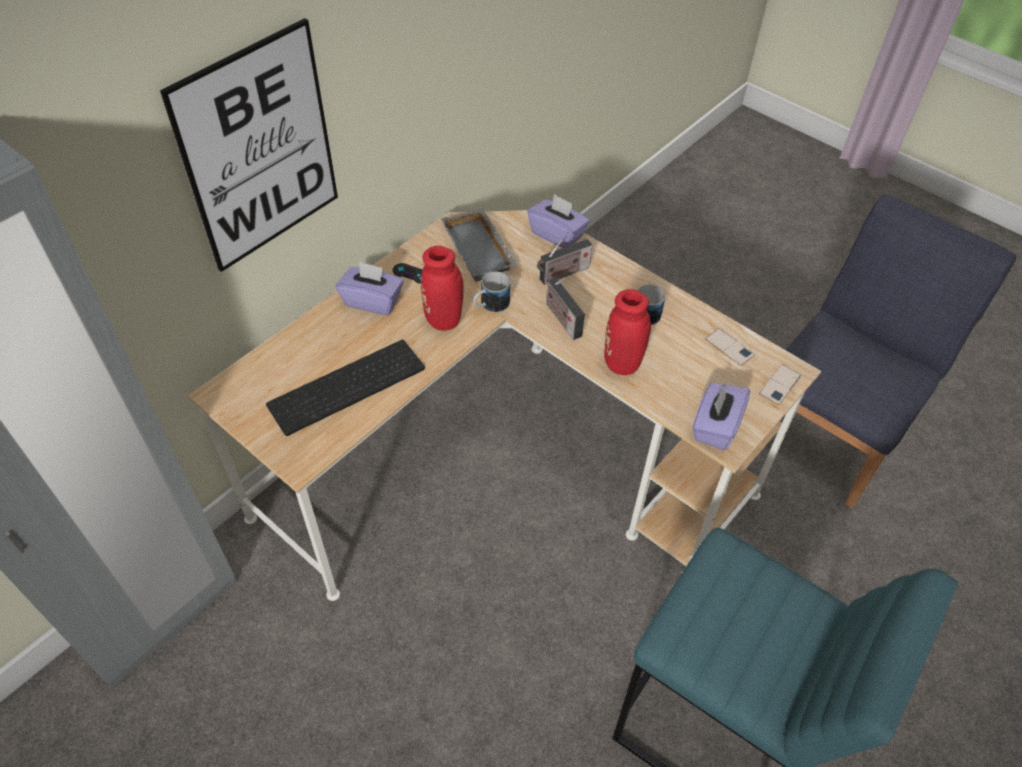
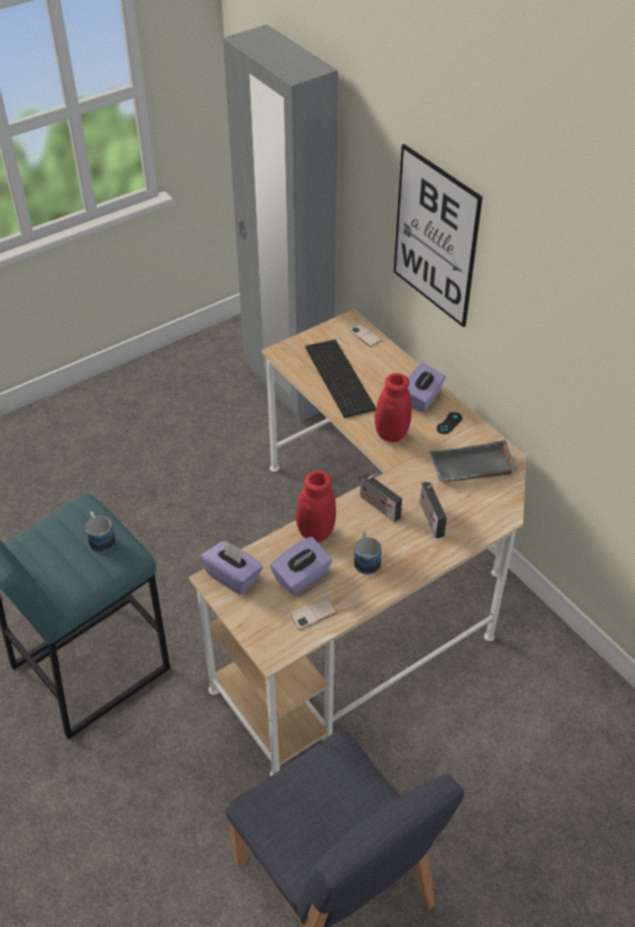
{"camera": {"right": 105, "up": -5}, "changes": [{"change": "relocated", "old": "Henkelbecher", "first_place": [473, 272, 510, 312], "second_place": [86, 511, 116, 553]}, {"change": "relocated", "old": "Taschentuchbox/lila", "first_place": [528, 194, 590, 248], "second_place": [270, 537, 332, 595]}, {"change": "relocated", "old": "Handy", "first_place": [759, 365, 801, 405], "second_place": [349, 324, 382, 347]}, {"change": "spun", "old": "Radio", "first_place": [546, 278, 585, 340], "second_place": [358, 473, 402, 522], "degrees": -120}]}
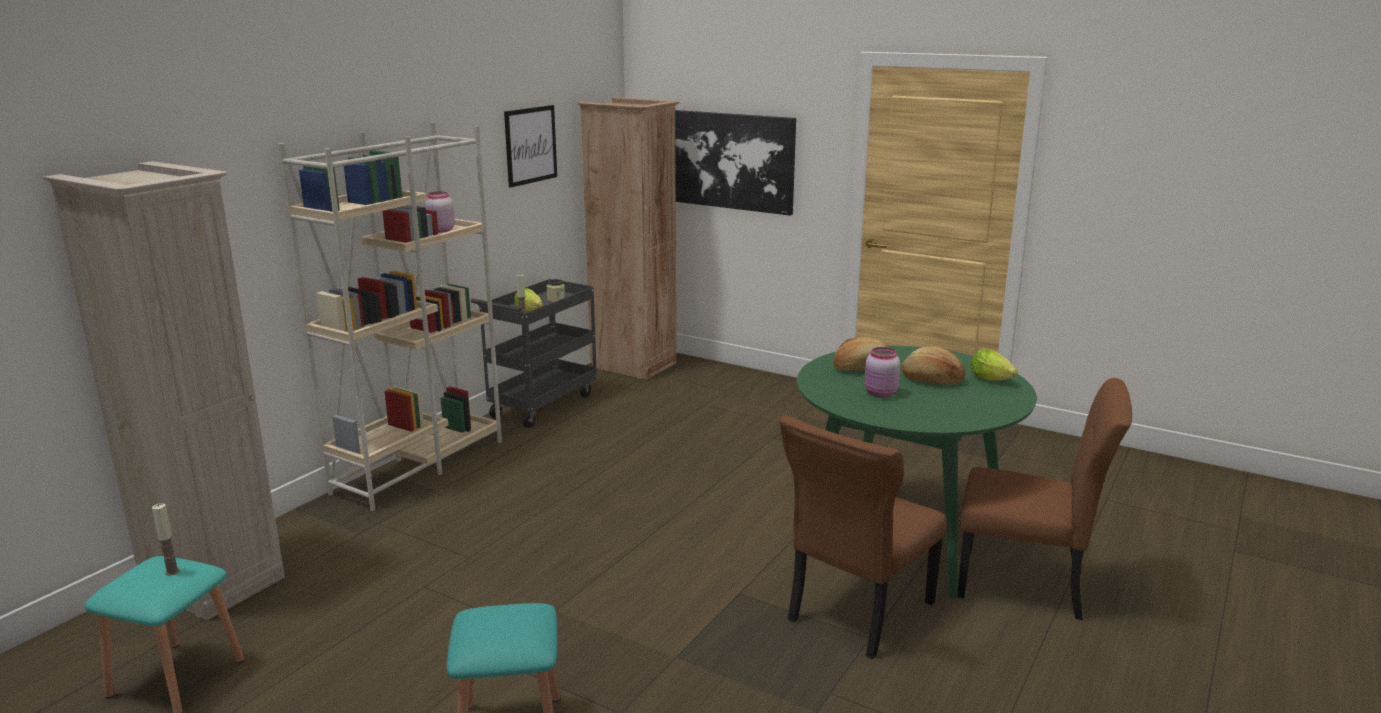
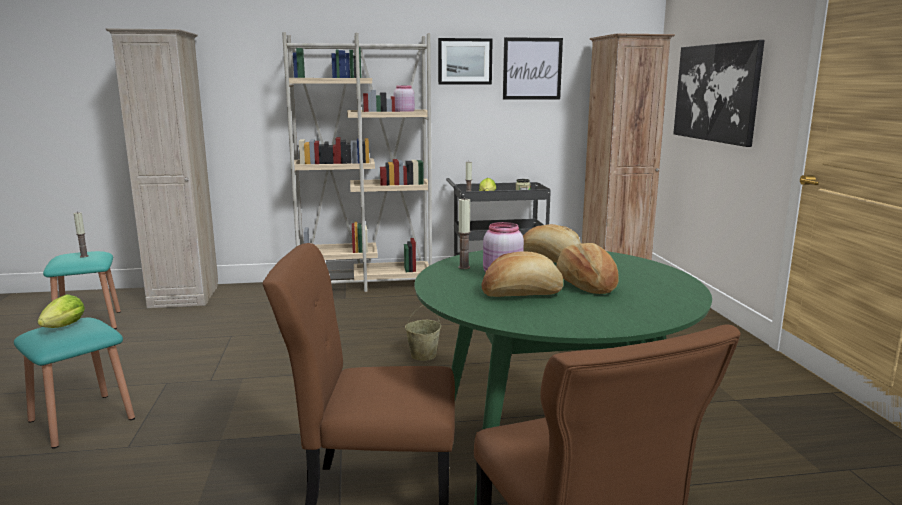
{"camera": {"right": 50, "up": -5}, "changes": [{"change": "appeared", "new": "Eimer/beige", "second_place": [405, 305, 441, 361]}, {"change": "appeared", "new": "Bild", "second_place": [438, 38, 493, 85]}, {"change": "appeared", "new": "Kerze", "second_place": [458, 197, 471, 269]}, {"change": "appeared", "new": "Brot", "second_place": [482, 251, 563, 297]}, {"change": "relocated", "old": "Salatkopf", "first_place": [971, 349, 1018, 381], "second_place": [37, 294, 85, 328]}]}
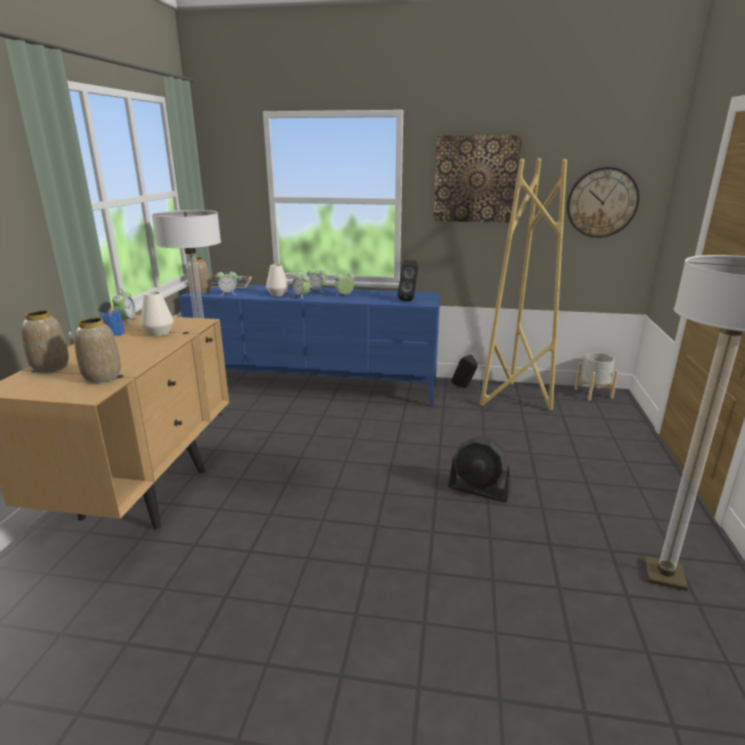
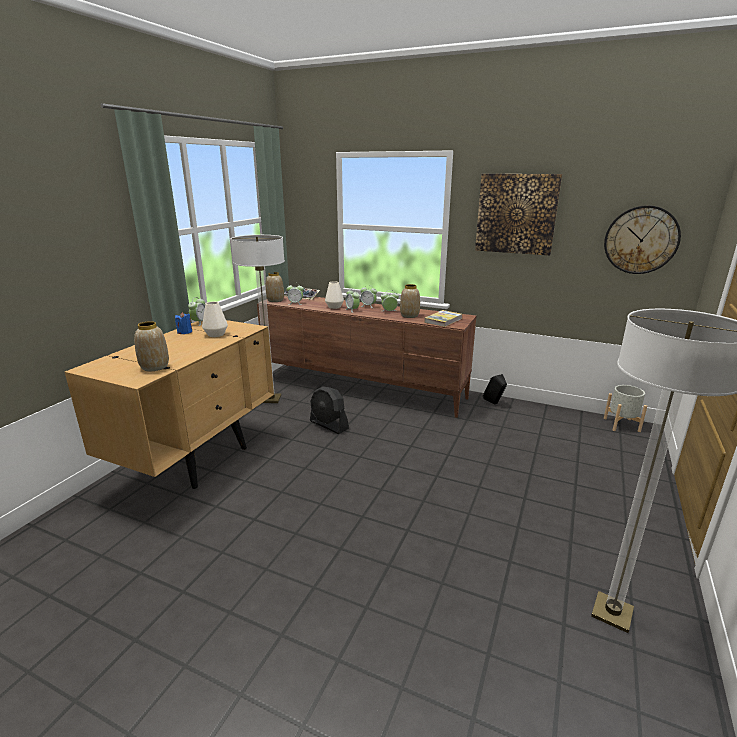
{"camera": {"right": 15, "up": 0}, "changes": [{"change": "missing", "old": "Kleiderständer/gelb", "first_place": [480, 158, 567, 411]}, {"change": "relocated", "old": "Vase", "first_place": [21, 310, 69, 373], "second_place": [400, 284, 420, 318]}, {"change": "relocated", "old": "Ventilator/schwarz", "first_place": [448, 437, 511, 502], "second_place": [310, 386, 349, 434]}, {"change": "exchanged", "old": "Lautsprecher/schwarz", "new": "Buch", "first_place": [398, 260, 418, 301], "second_place": [424, 310, 462, 327]}, {"change": "colour", "old": "Schrank/blau", "new": "Schrank/braun", "first_place": [179, 285, 441, 406], "second_place": [257, 296, 477, 418]}]}
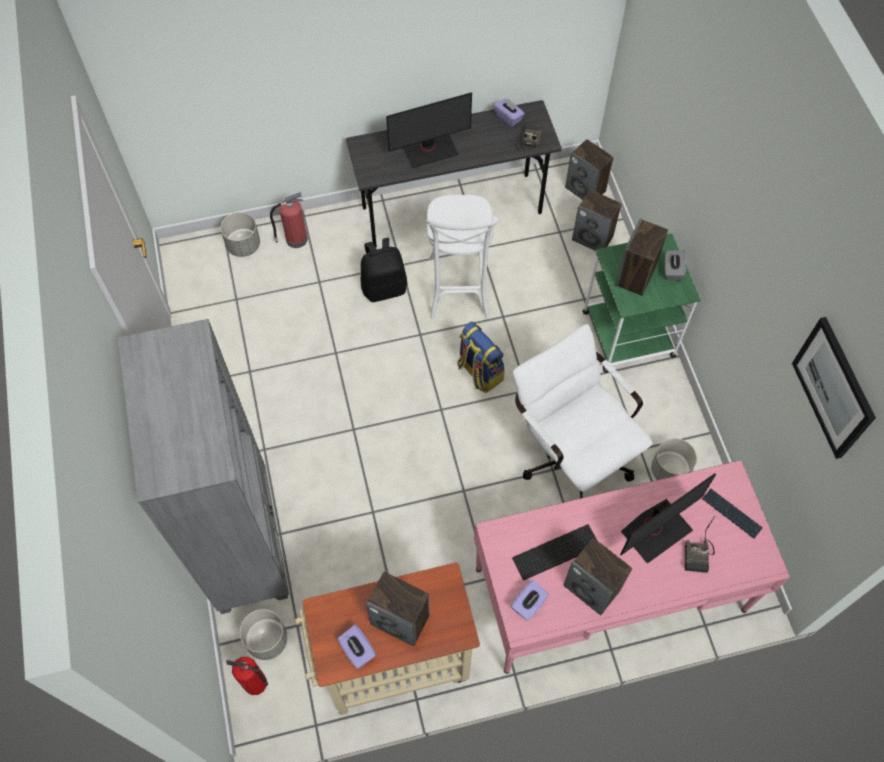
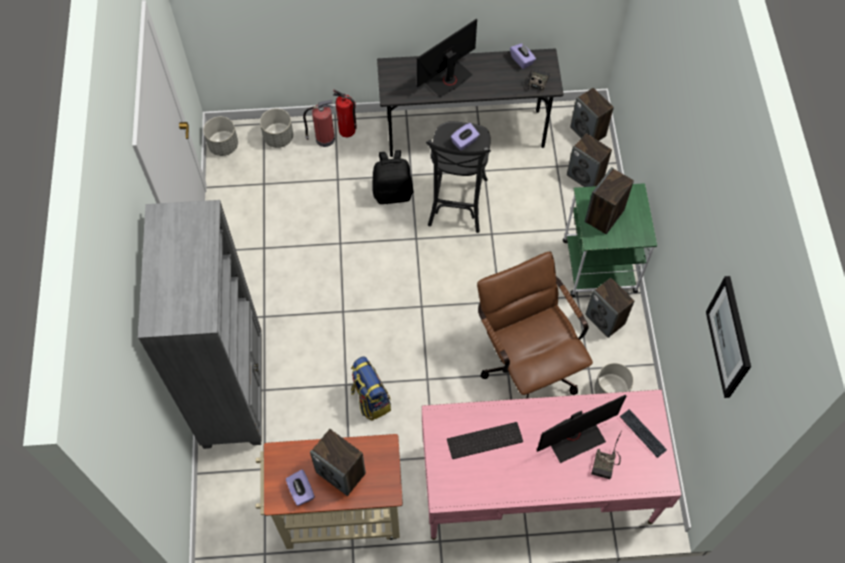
{"camera": {"right": 10, "up": 0}, "changes": [{"change": "missing", "old": "Taschentuchbox/grau", "first_place": [665, 250, 686, 281]}, {"change": "relocated", "old": "Feuerlöscher", "first_place": [226, 657, 268, 695], "second_place": [333, 90, 357, 137]}, {"change": "relocated", "old": "Pflanzkübel/grau", "first_place": [240, 609, 287, 660], "second_place": [203, 117, 238, 156]}, {"change": "relocated", "old": "Rucksack", "first_place": [457, 322, 505, 393], "second_place": [351, 356, 391, 421]}, {"change": "relocated", "old": "Taschentuchbox/lila", "first_place": [511, 580, 549, 621], "second_place": [451, 123, 480, 151]}, {"change": "relocated", "old": "Lautsprecher", "first_place": [564, 538, 632, 615], "second_place": [585, 278, 634, 338]}, {"change": "colour", "old": "Hocker/weiß", "new": "Hocker/schwarz", "first_place": [425, 195, 501, 319], "second_place": [426, 121, 491, 233]}, {"change": "colour", "old": "Bürostuhl/weiß", "new": "Bürostuhl/braun", "first_place": [513, 324, 653, 498], "second_place": [477, 252, 593, 399]}, {"change": "spun", "old": "Monitor", "first_place": [386, 92, 472, 168], "second_place": [417, 18, 477, 97], "degrees": 150}]}
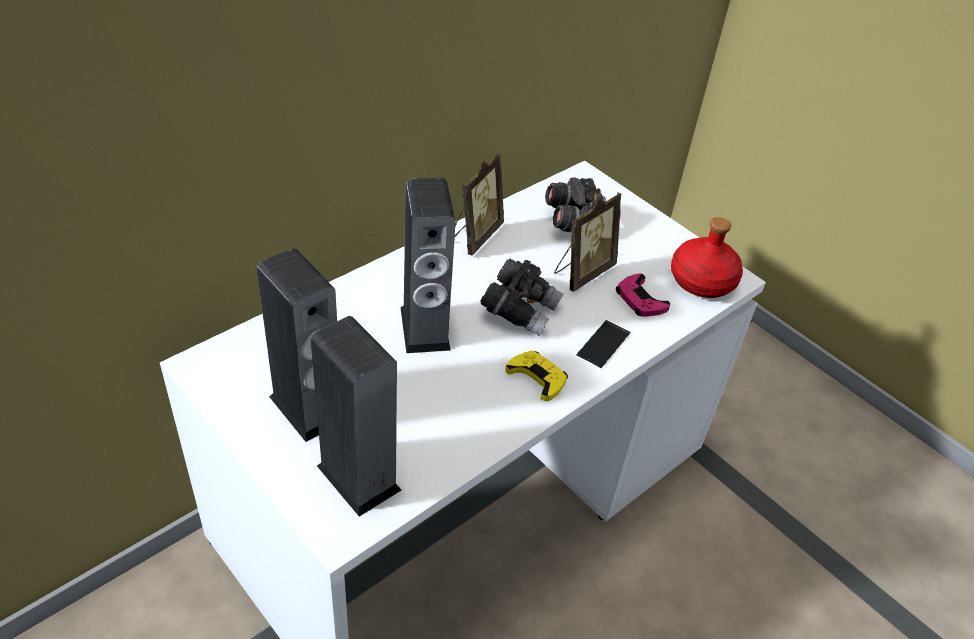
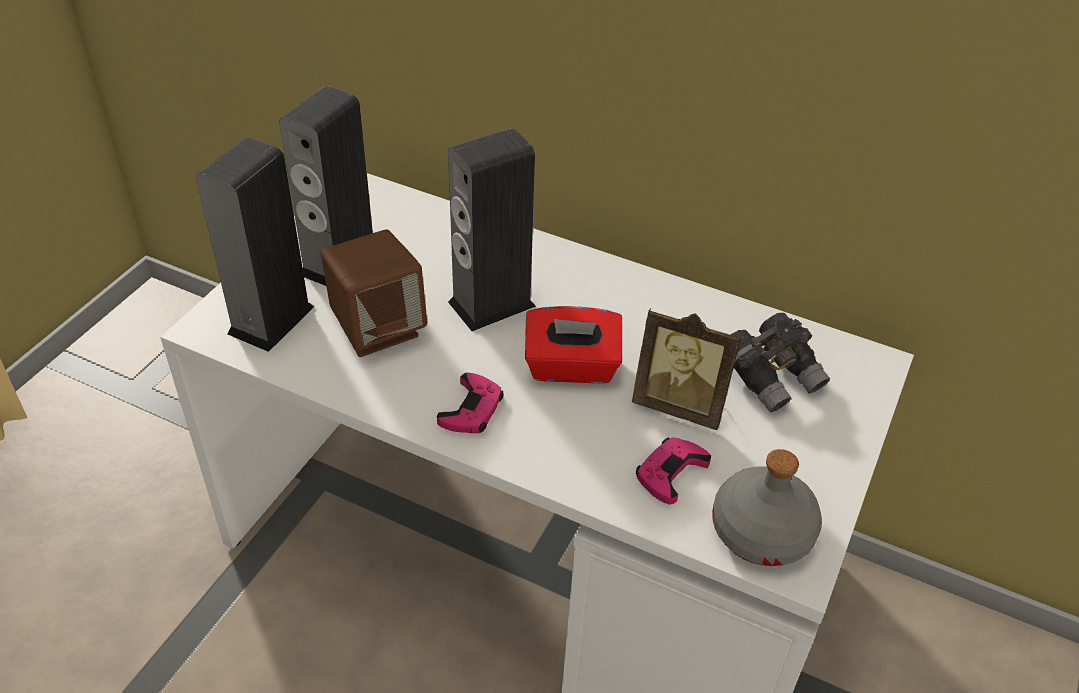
{"camera": {"right": 70, "up": 0}, "changes": [{"change": "missing", "old": "Bilderrahmen", "first_place": [455, 153, 504, 255]}, {"change": "missing", "old": "Handy", "first_place": [576, 320, 630, 368]}, {"change": "appeared", "new": "Lautsprecher/braun", "second_place": [321, 229, 427, 357]}, {"change": "exchanged", "old": "Fernglas/grau", "new": "Taschentuchbox/rot", "first_place": [481, 259, 564, 336], "second_place": [525, 306, 622, 384]}, {"change": "colour", "old": "Gamepad/gelb", "new": "Gamepad/rosa", "first_place": [505, 351, 568, 401], "second_place": [437, 373, 504, 433]}, {"change": "colour", "old": "Flasche/rot", "new": "Flasche/grau", "first_place": [671, 217, 743, 298], "second_place": [713, 449, 822, 566]}]}
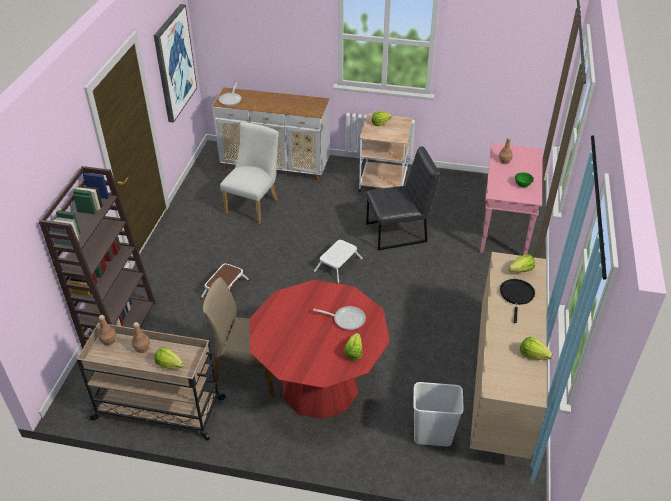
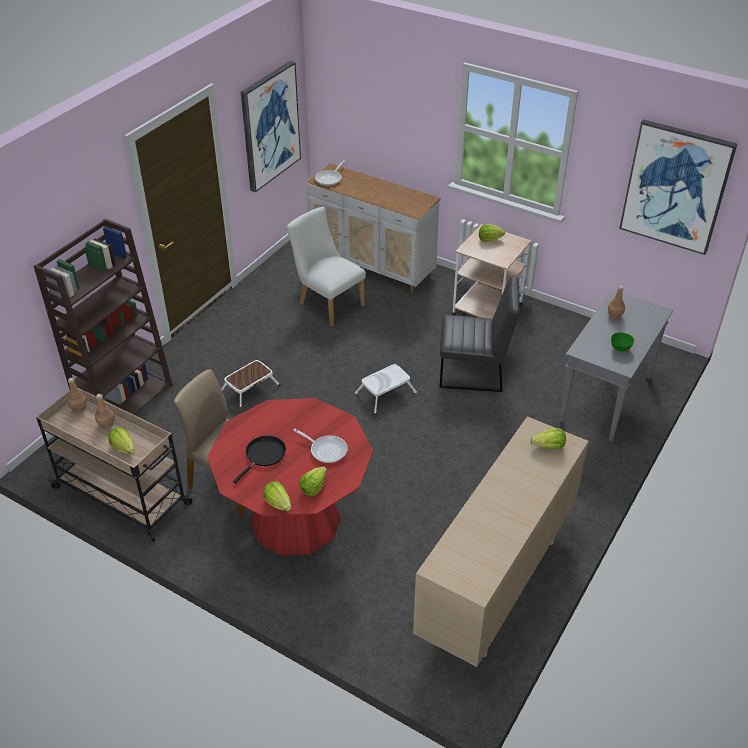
{"camera": {"right": 20, "up": 0}, "changes": [{"change": "missing", "old": "Mülleimer/weiß", "first_place": [413, 382, 464, 447]}, {"change": "appeared", "new": "Bild", "second_place": [619, 119, 738, 255]}, {"change": "relocated", "old": "Pfanne/schwarz", "first_place": [500, 279, 535, 323], "second_place": [233, 435, 286, 483]}, {"change": "relocated", "old": "Salatkopf", "first_place": [520, 337, 553, 360], "second_place": [263, 481, 291, 511]}, {"change": "colour", "old": "Konsolentisch/rosa", "new": "Konsolentisch/grau", "first_place": [480, 143, 542, 255], "second_place": [559, 290, 673, 441]}, {"change": "spun", "old": "Stuhl/weiß", "first_place": [220, 122, 279, 224], "second_place": [287, 207, 366, 327], "degrees": -90}]}
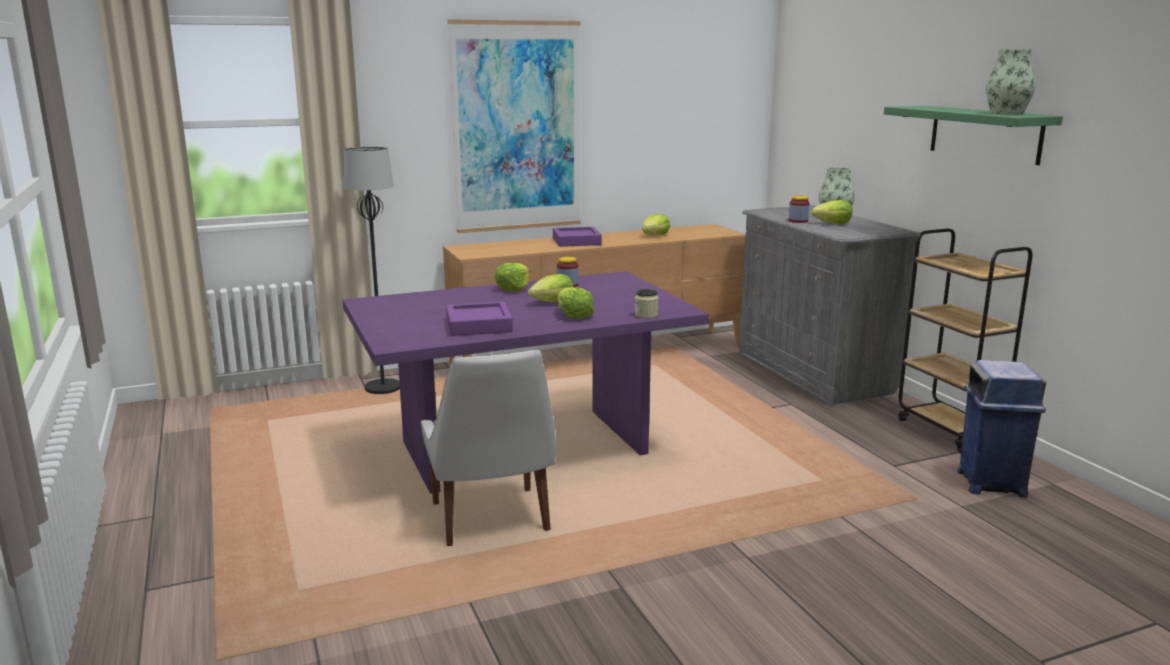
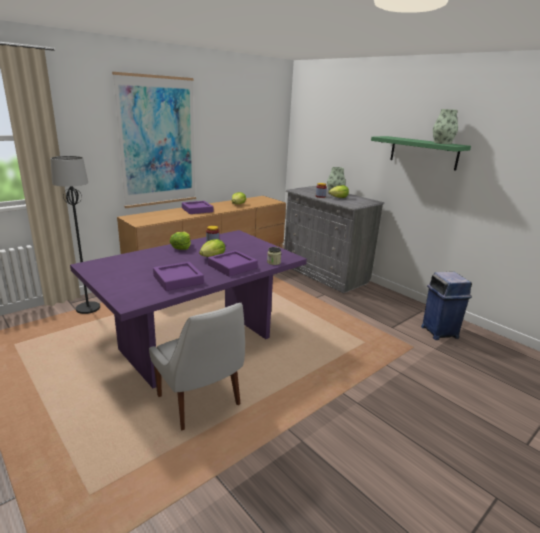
{"camera": {"right": -20, "up": 5}, "changes": [{"change": "missing", "old": "Rollwagen/braun", "first_place": [898, 229, 1032, 453]}, {"change": "exchanged", "old": "Salatkopf", "new": "Tablett/lila", "first_place": [558, 287, 594, 319], "second_place": [208, 250, 258, 277]}]}
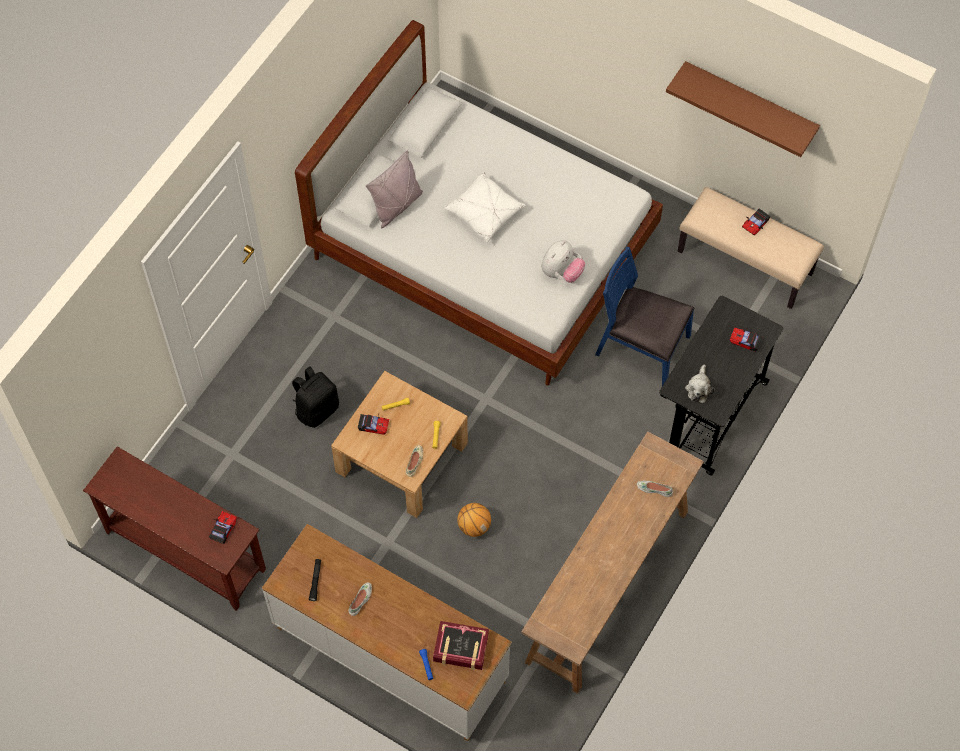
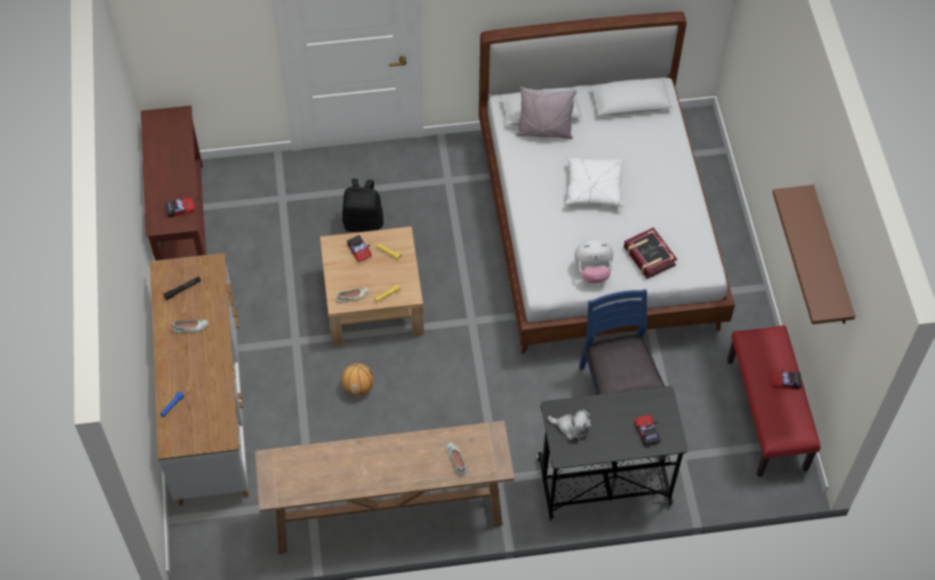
{"camera": {"right": 50, "up": -5}, "changes": [{"change": "relocated", "old": "Buch", "first_place": [433, 621, 489, 670], "second_place": [624, 227, 677, 279]}, {"change": "colour", "old": "Bank/beige", "new": "Bank/rot", "first_place": [678, 187, 824, 309], "second_place": [727, 325, 821, 477]}, {"change": "spun", "old": "Plüschtier", "first_place": [685, 364, 715, 403], "second_place": [547, 409, 592, 440], "degrees": -135}]}
